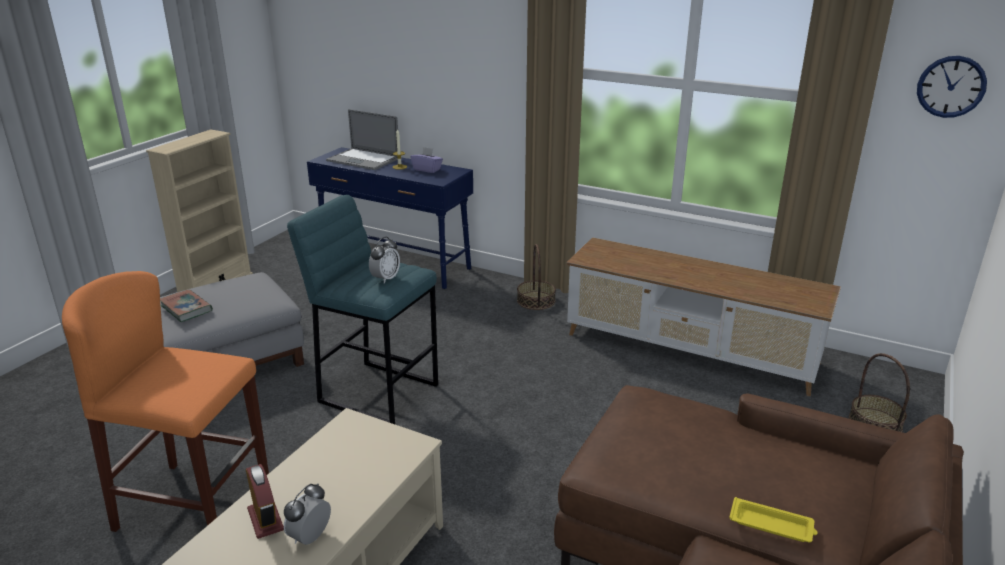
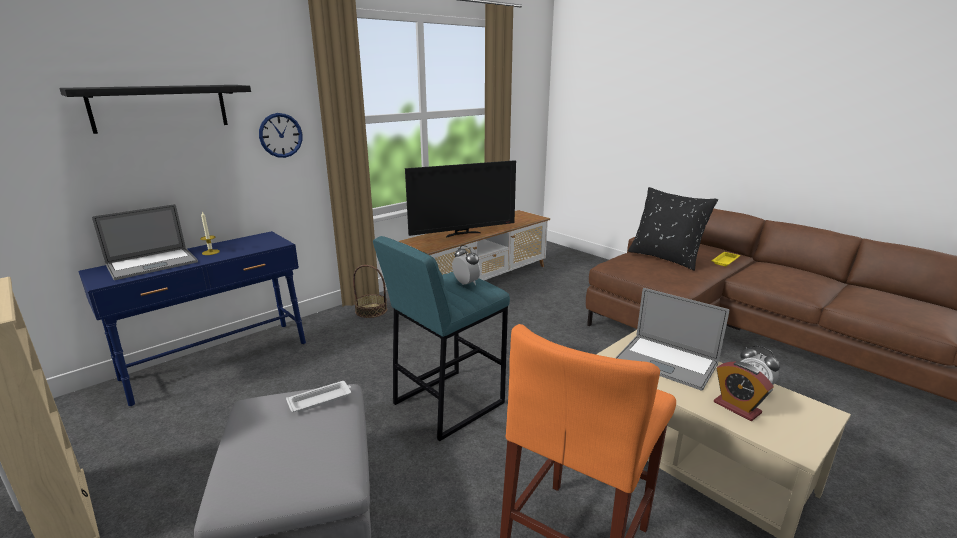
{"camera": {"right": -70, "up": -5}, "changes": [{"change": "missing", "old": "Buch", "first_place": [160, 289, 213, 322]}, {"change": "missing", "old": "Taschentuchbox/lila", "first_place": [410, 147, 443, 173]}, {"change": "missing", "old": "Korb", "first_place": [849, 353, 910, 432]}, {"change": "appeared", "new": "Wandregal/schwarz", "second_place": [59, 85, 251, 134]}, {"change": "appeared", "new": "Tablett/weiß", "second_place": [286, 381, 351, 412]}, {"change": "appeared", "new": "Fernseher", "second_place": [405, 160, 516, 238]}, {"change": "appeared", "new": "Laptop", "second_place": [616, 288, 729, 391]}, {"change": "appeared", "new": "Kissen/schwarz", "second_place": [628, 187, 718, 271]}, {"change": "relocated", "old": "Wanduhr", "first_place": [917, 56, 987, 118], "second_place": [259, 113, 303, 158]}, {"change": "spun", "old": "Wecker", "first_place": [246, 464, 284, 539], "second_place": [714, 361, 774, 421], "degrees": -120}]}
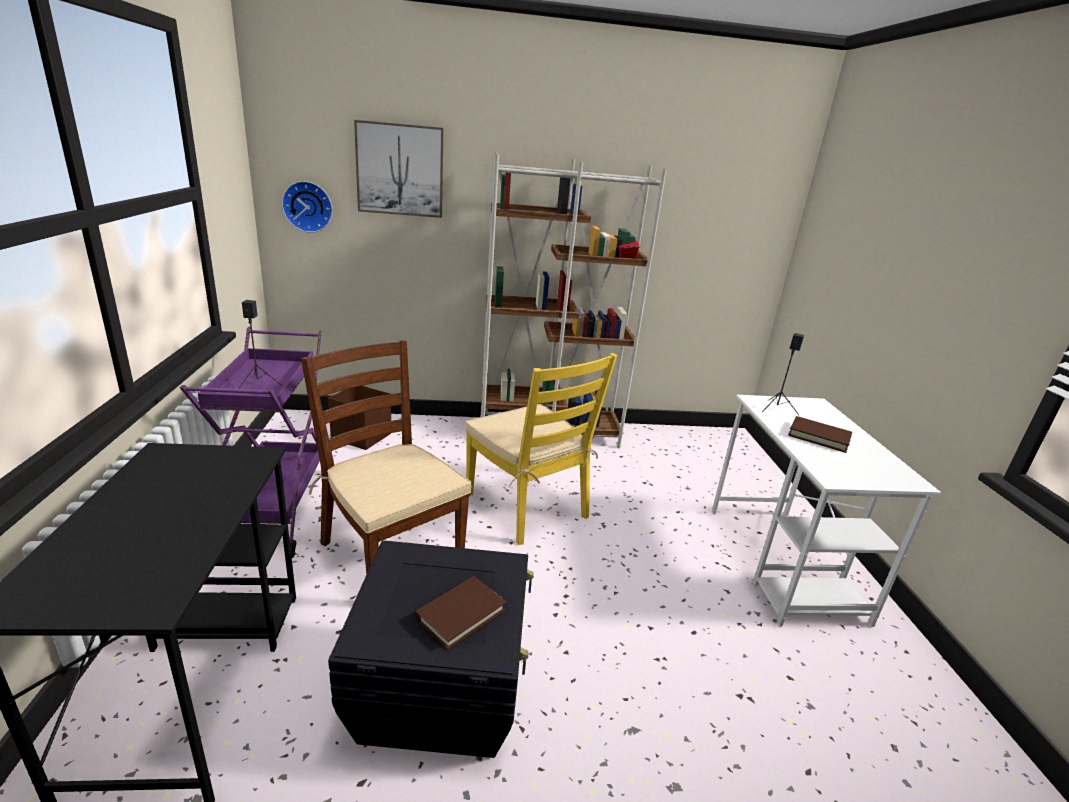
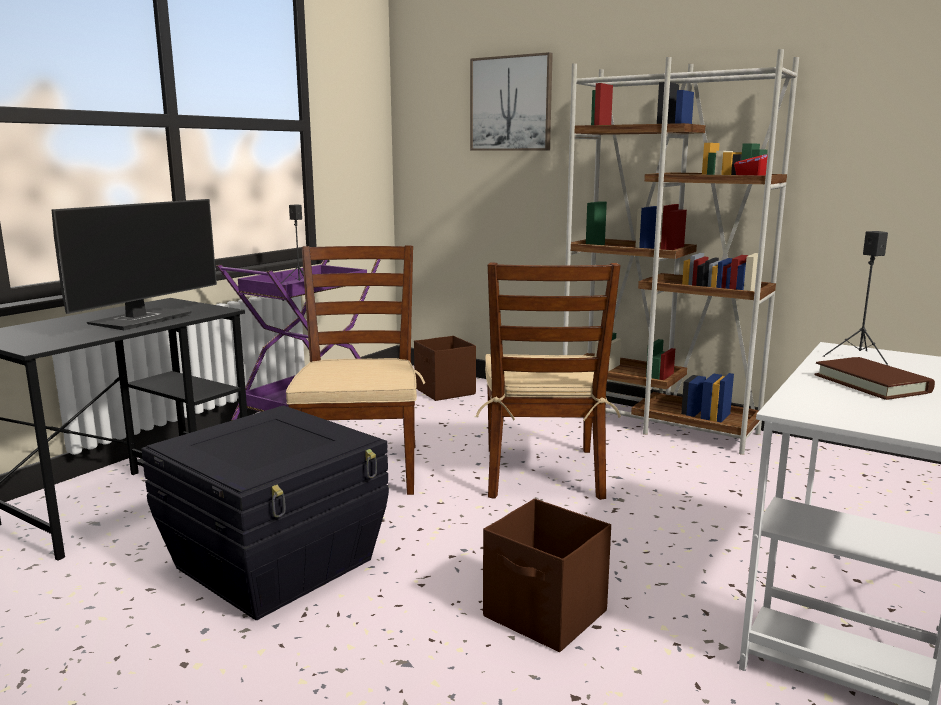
{"camera": {"right": 40, "up": -10}, "changes": [{"change": "missing", "old": "Wanduhr", "first_place": [282, 181, 333, 233]}, {"change": "missing", "old": "Buch/braun", "first_place": [415, 576, 507, 650]}, {"change": "appeared", "new": "Monitor", "second_place": [51, 199, 217, 330]}, {"change": "appeared", "new": "Aufbewahrungsbox/braun", "second_place": [483, 499, 611, 652]}, {"change": "colour", "old": "Stuhl/gelb", "new": "Stuhl/braun", "first_place": [465, 353, 617, 545], "second_place": [476, 262, 621, 500]}]}
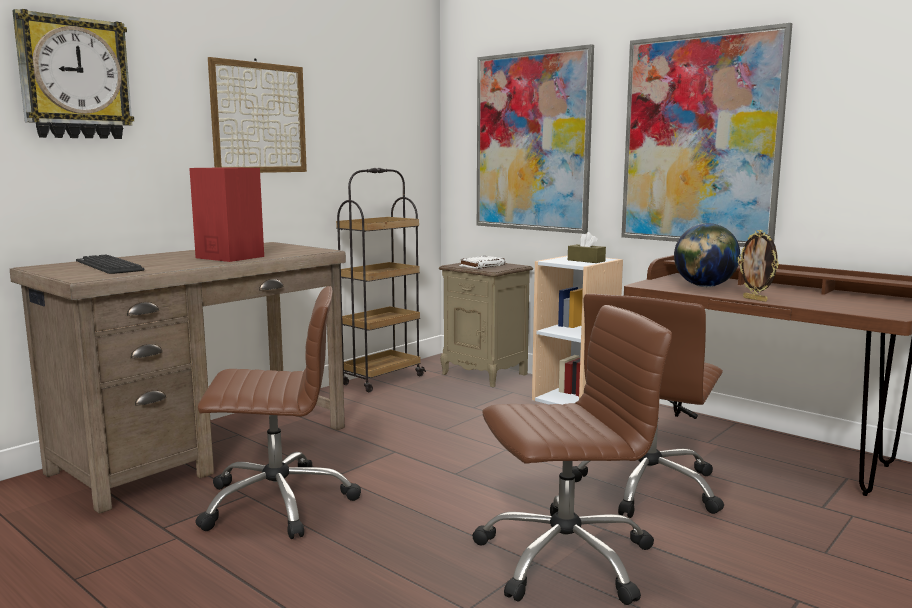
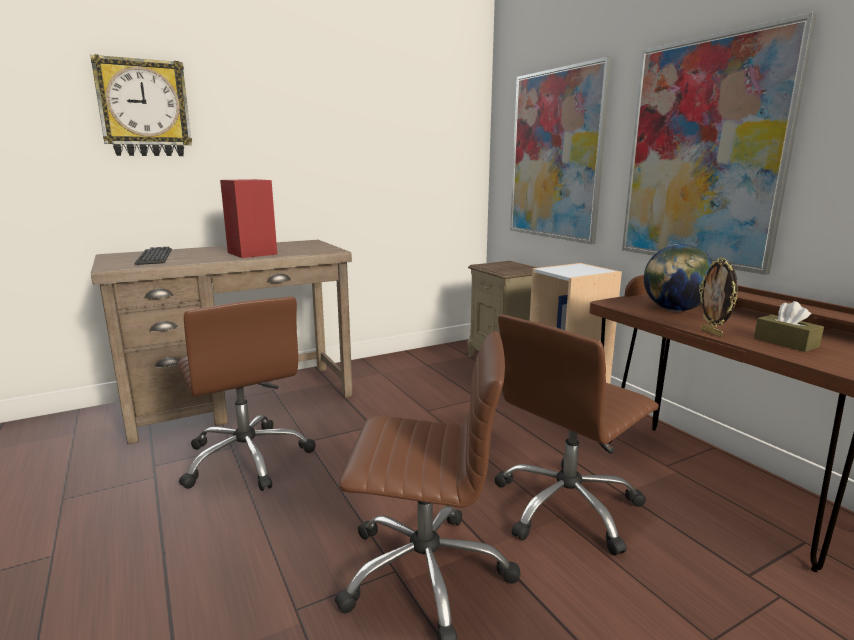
{"camera": {"right": 20, "up": 5}, "changes": [{"change": "missing", "old": "Bild", "first_place": [208, 57, 307, 173]}, {"change": "missing", "old": "Rollwagen/braun", "first_place": [336, 168, 426, 393]}, {"change": "missing", "old": "Buch/weiß", "first_place": [459, 256, 505, 269]}, {"change": "relocated", "old": "Taschentuchbox/braun", "first_place": [568, 232, 606, 263], "second_place": [754, 301, 824, 352]}, {"change": "spun", "old": "Bürostuhl/braun", "first_place": [195, 286, 361, 539], "second_place": [178, 297, 316, 491], "degrees": 45}]}
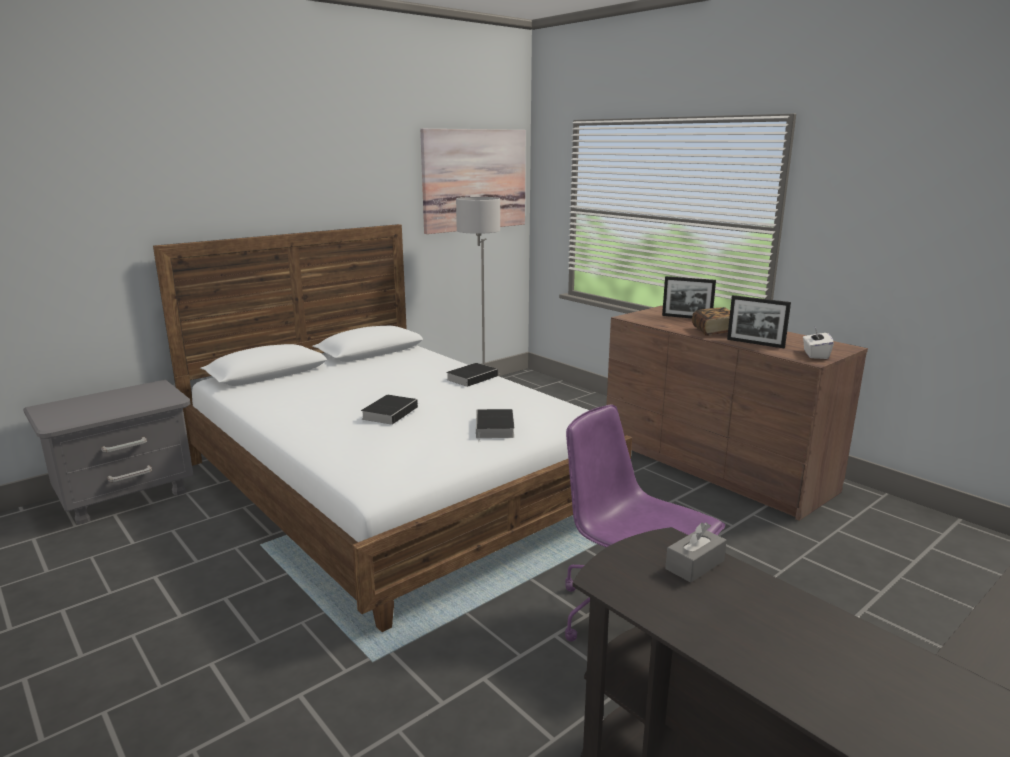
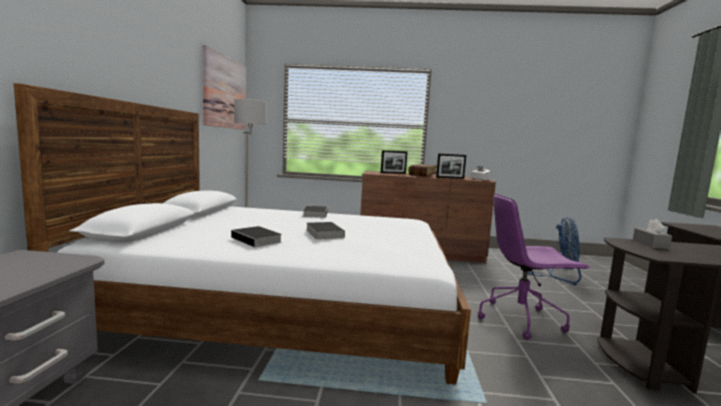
{"camera": {"right": -45, "up": -10}, "changes": [{"change": "appeared", "new": "Ventilator/blau", "second_place": [528, 217, 581, 285]}, {"change": "relocated", "old": "Buch", "first_place": [476, 409, 514, 442], "second_place": [231, 226, 282, 249]}]}
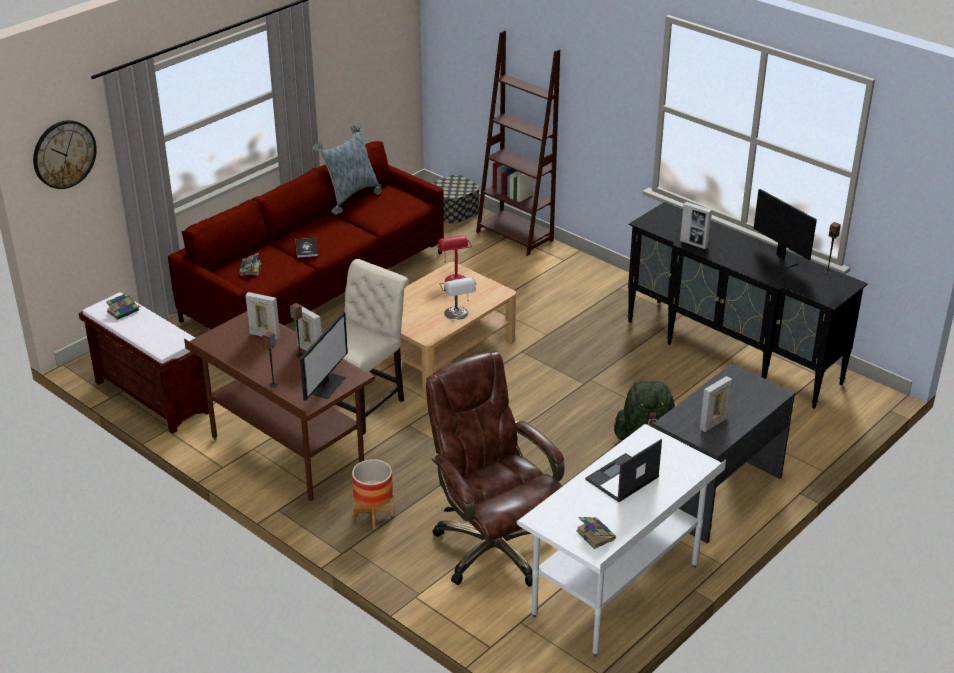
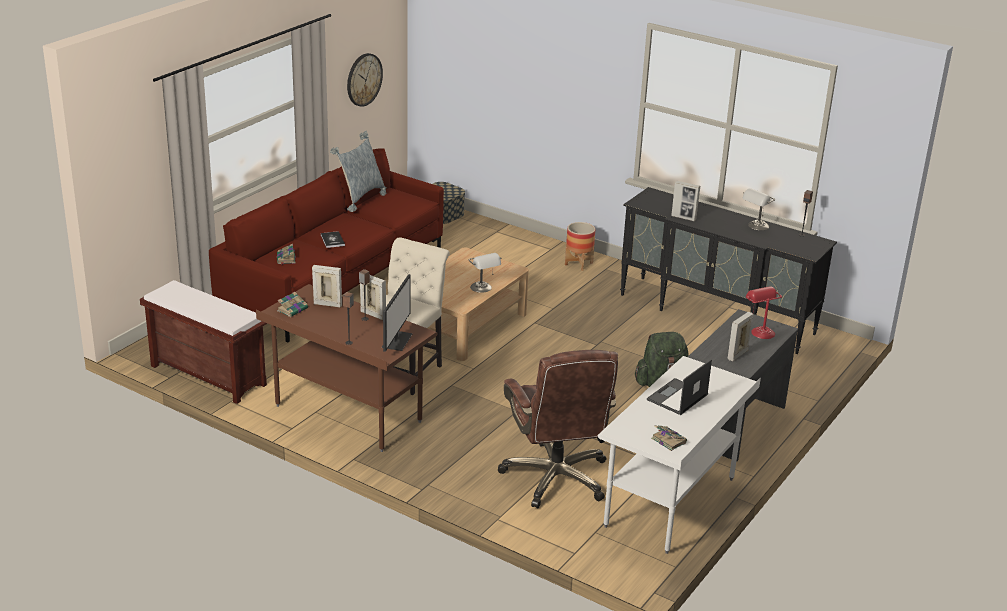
{"camera": {"right": -10, "up": -5}, "changes": [{"change": "missing", "old": "Bücherregal/braun", "first_place": [476, 30, 560, 256]}, {"change": "relocated", "old": "Wanduhr", "first_place": [33, 120, 97, 189], "second_place": [347, 53, 383, 107]}, {"change": "relocated", "old": "Buch", "first_place": [106, 293, 141, 320], "second_place": [277, 292, 309, 317]}, {"change": "relocated", "old": "Pflanzkübel", "first_place": [352, 459, 395, 529], "second_place": [565, 222, 595, 271]}, {"change": "relocated", "old": "Tischlampe/rot", "first_place": [436, 236, 472, 282], "second_place": [746, 286, 782, 339]}, {"change": "exchanged", "old": "Monitor", "new": "Tischlampe/weiß", "first_place": [752, 189, 817, 272], "second_place": [743, 188, 775, 230]}, {"change": "spun", "old": "Bürostuhl/braun", "first_place": [426, 351, 565, 587], "second_place": [498, 350, 618, 508], "degrees": -150}]}
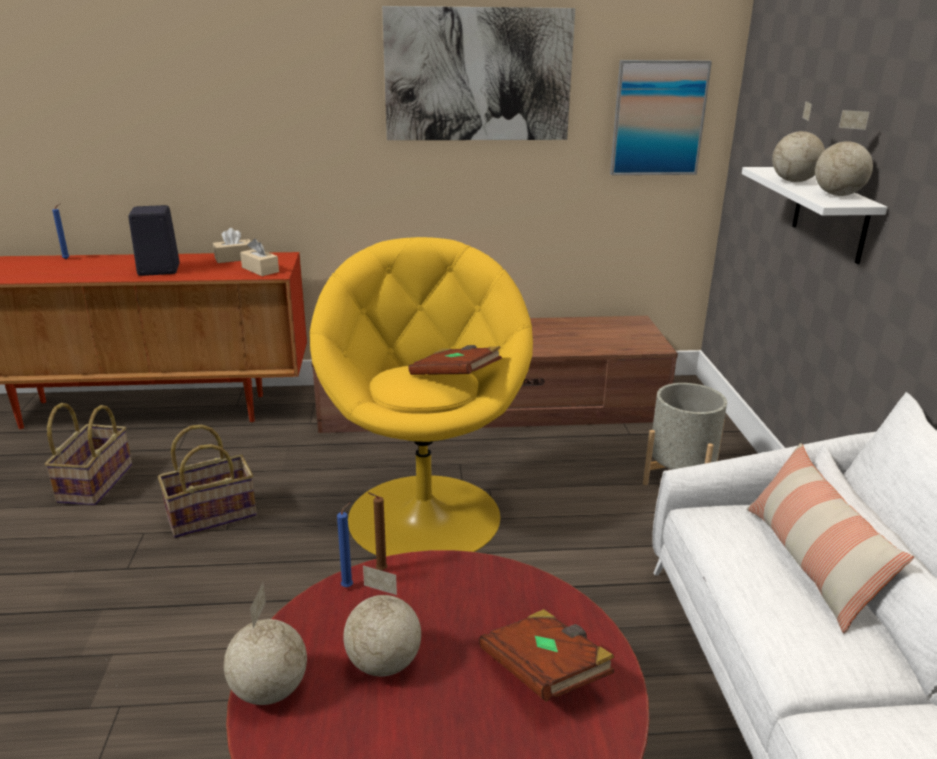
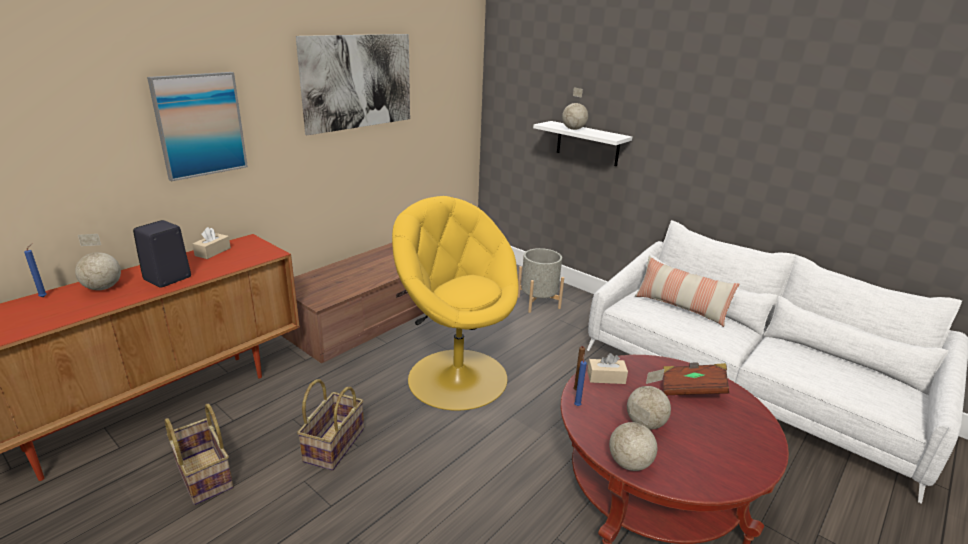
{"camera": {"right": -45, "up": 0}, "changes": [{"change": "missing", "old": "Buch/braun", "first_place": [408, 345, 502, 375]}, {"change": "relocated", "old": "Taschentuchbox/beige", "first_place": [240, 239, 279, 276], "second_place": [587, 353, 628, 384]}, {"change": "relocated", "old": "Bild", "first_place": [610, 60, 712, 175], "second_place": [147, 72, 248, 181]}, {"change": "relocated", "old": "Globus", "first_place": [815, 110, 873, 196], "second_place": [75, 234, 121, 290]}]}
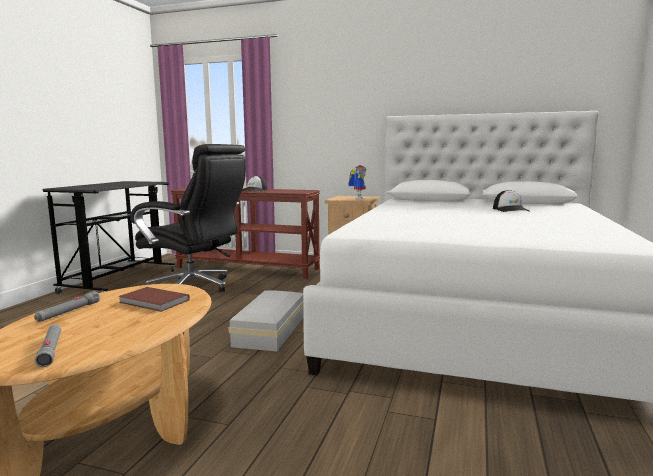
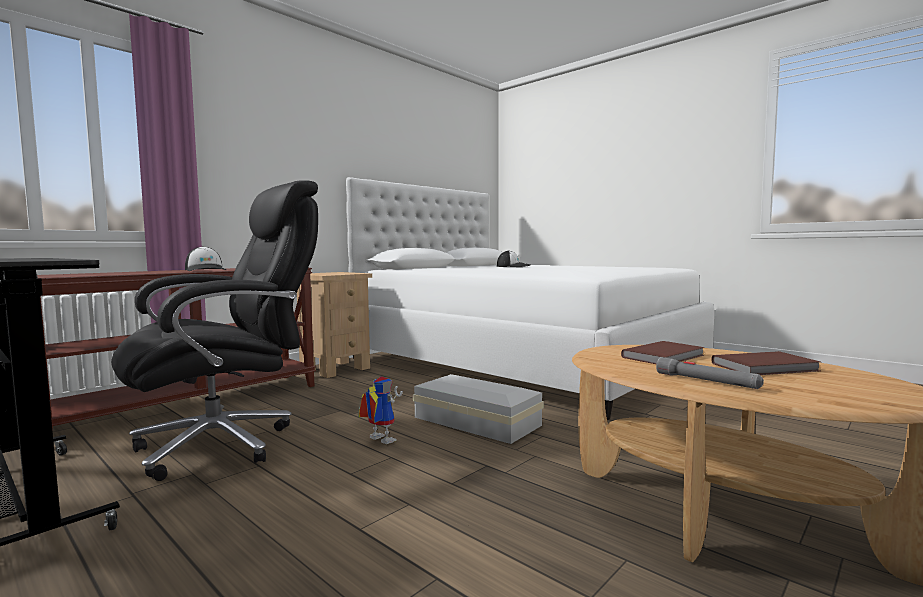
{"camera": {"right": -65, "up": -5}, "changes": [{"change": "missing", "old": "Taschenlampe/grau", "first_place": [35, 324, 61, 367]}, {"change": "appeared", "new": "Buch/braun", "second_place": [711, 351, 821, 375]}, {"change": "relocated", "old": "Spielzeugroboter", "first_place": [348, 165, 367, 200], "second_place": [358, 377, 403, 444]}]}
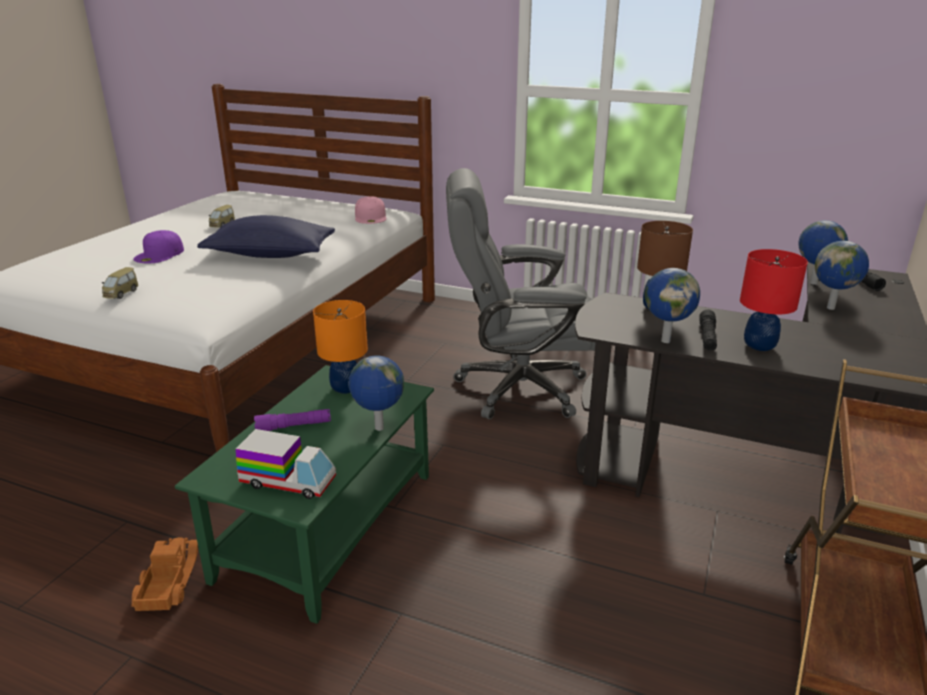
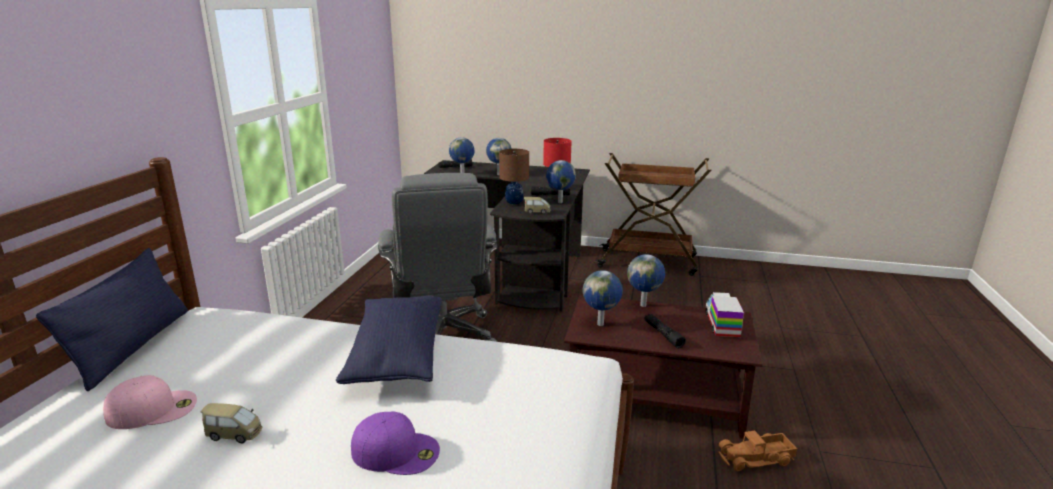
{"camera": {"right": -100, "up": -5}, "changes": [{"change": "appeared", "new": "Kissen/blau", "second_place": [36, 248, 188, 391]}, {"change": "relocated", "old": "Spielzeugauto", "first_place": [102, 267, 138, 299], "second_place": [524, 197, 550, 214]}, {"change": "relocated", "old": "Kappe/rosa", "first_place": [355, 197, 386, 224], "second_place": [103, 375, 197, 429]}, {"change": "exchanged", "old": "Tischlampe/orange", "new": "Globus", "first_place": [313, 300, 368, 394], "second_place": [583, 270, 623, 326]}, {"change": "colour", "old": "Couchtisch/grün", "new": "Couchtisch/braun", "first_place": [175, 365, 434, 624], "second_place": [564, 295, 763, 439]}, {"change": "colour", "old": "Taschenlampe/lila", "new": "Taschenlampe/schwarz", "first_place": [254, 409, 331, 431], "second_place": [644, 314, 686, 348]}]}
